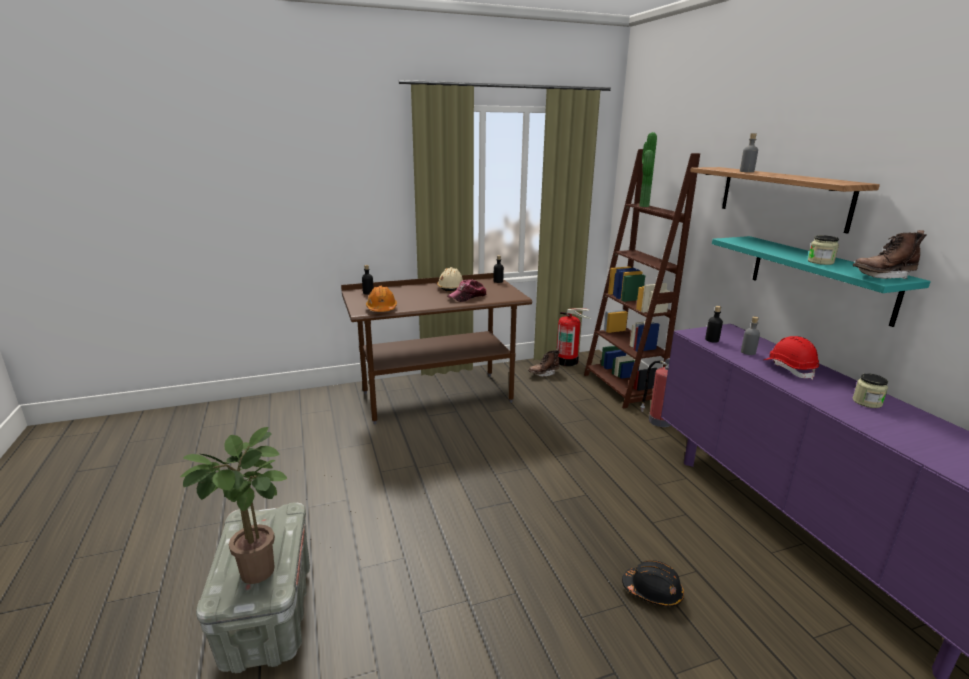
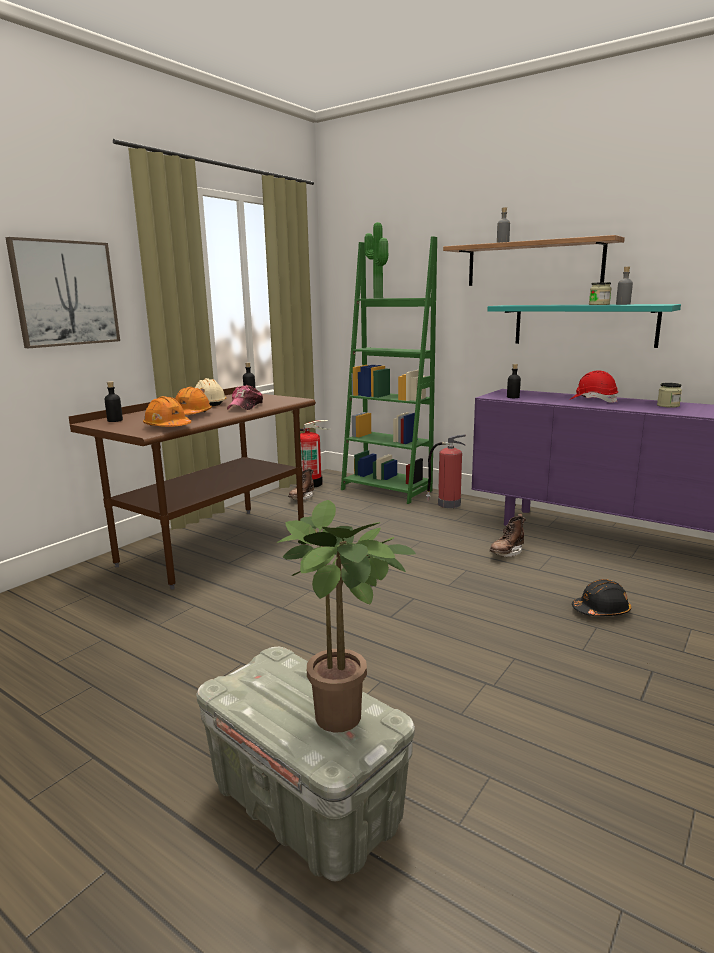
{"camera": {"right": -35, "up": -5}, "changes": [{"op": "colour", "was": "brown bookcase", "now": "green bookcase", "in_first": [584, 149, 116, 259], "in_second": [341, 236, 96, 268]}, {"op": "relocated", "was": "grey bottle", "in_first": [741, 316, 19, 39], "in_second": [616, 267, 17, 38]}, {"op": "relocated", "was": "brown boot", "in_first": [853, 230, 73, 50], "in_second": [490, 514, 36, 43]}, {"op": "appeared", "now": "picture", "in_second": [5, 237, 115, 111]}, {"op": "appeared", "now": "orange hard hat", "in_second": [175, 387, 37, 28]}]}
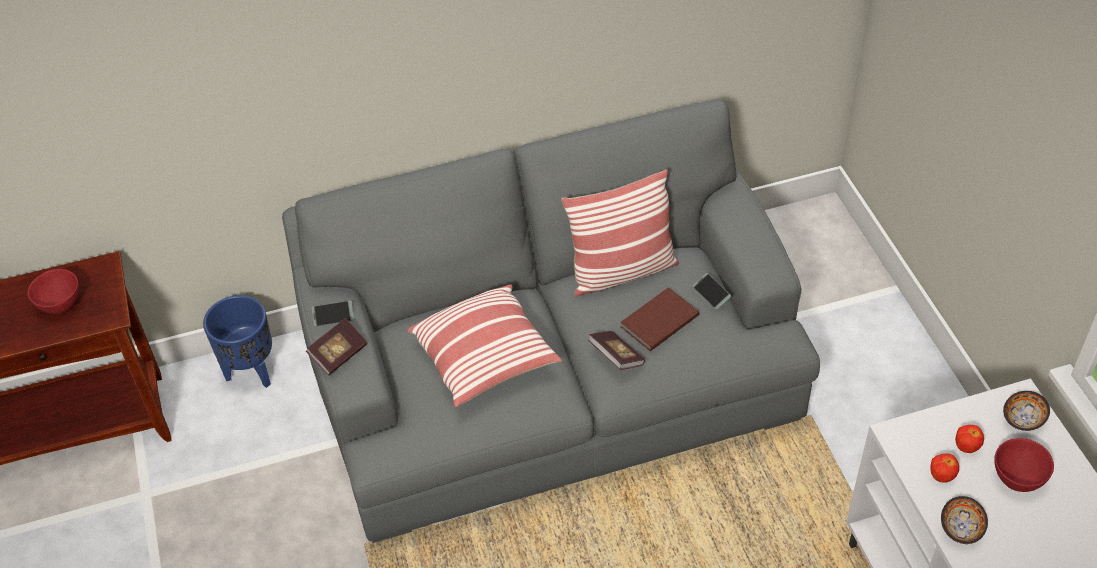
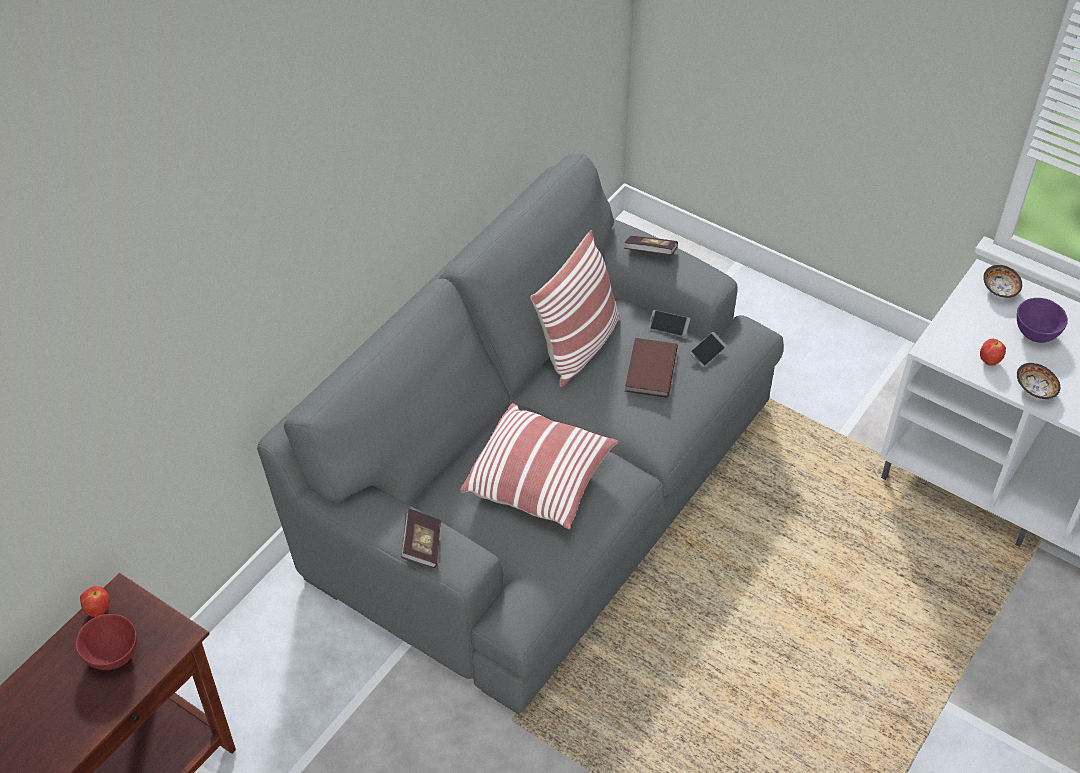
{"camera": {"right": -40, "up": 0}, "changes": [{"op": "missing", "was": "blue planter", "in_first": [203, 295, 69, 93]}, {"op": "relocated", "was": "phone", "in_first": [312, 301, 42, 26], "in_second": [689, 332, 37, 35]}, {"op": "relocated", "was": "book", "in_first": [588, 331, 57, 39], "in_second": [624, 236, 54, 19]}, {"op": "relocated", "was": "apple", "in_first": [955, 425, 29, 28], "in_second": [80, 586, 30, 31]}, {"op": "colour", "was": "red bowl", "now": "purple bowl", "in_first": [995, 438, 59, 54], "in_second": [1017, 298, 51, 45]}]}
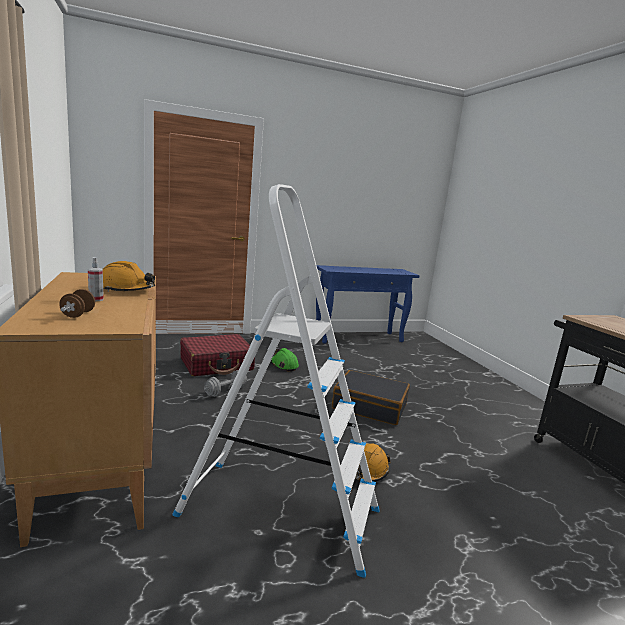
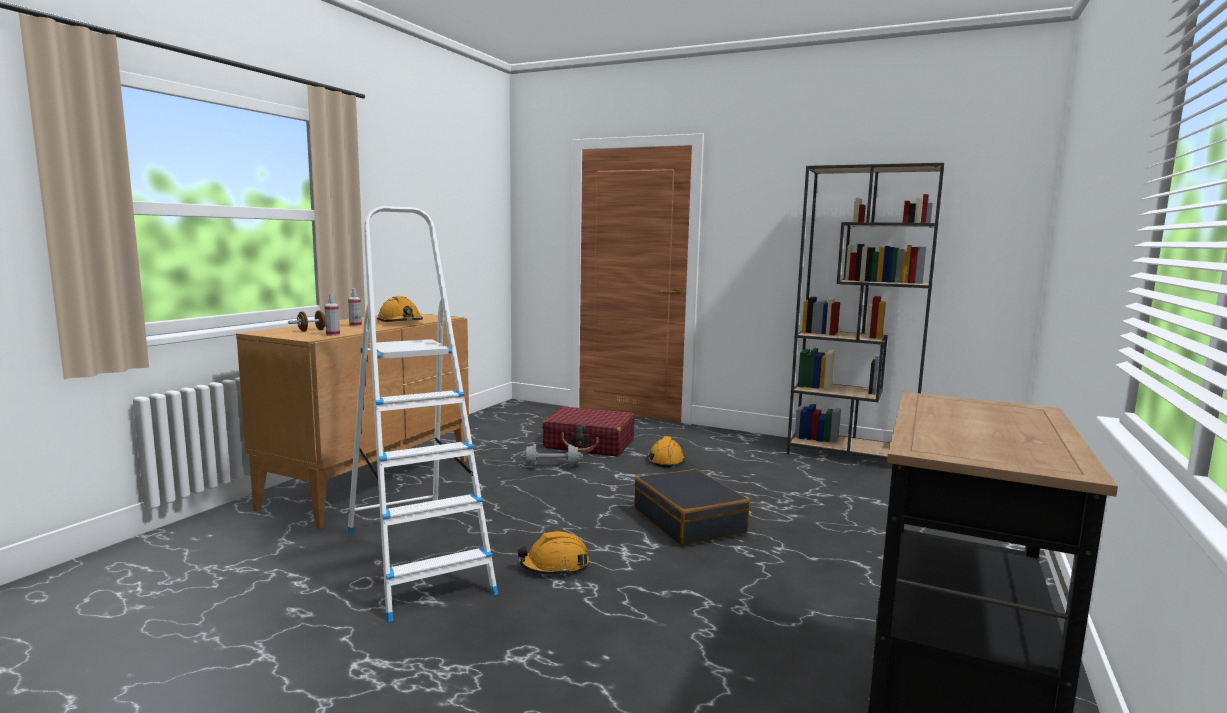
{"camera": {"right": 45, "up": -5}, "changes": [{"op": "colour", "was": "green hard hat", "now": "orange hard hat", "in_first": [271, 348, 28, 23], "in_second": [647, 436, 38, 31]}, {"op": "exchanged", "was": "blue console table", "now": "bookcase", "in_first": [316, 265, 104, 79], "in_second": [787, 163, 157, 297]}, {"op": "appeared", "now": "spray bottle", "in_second": [324, 294, 16, 42]}]}
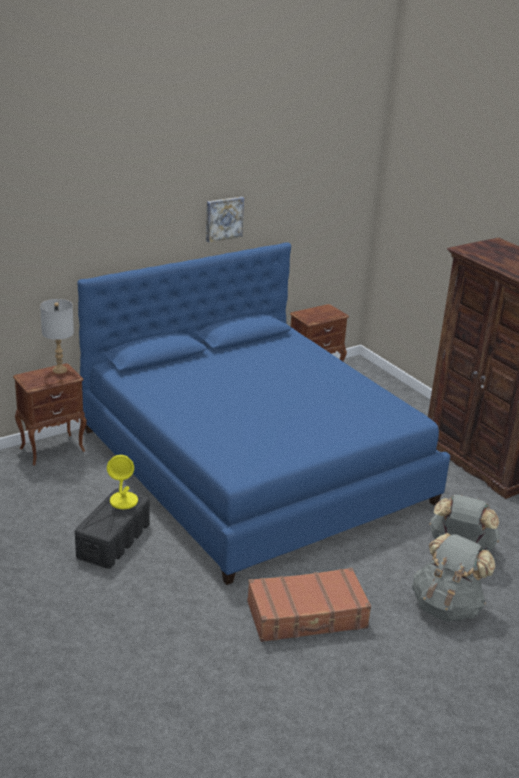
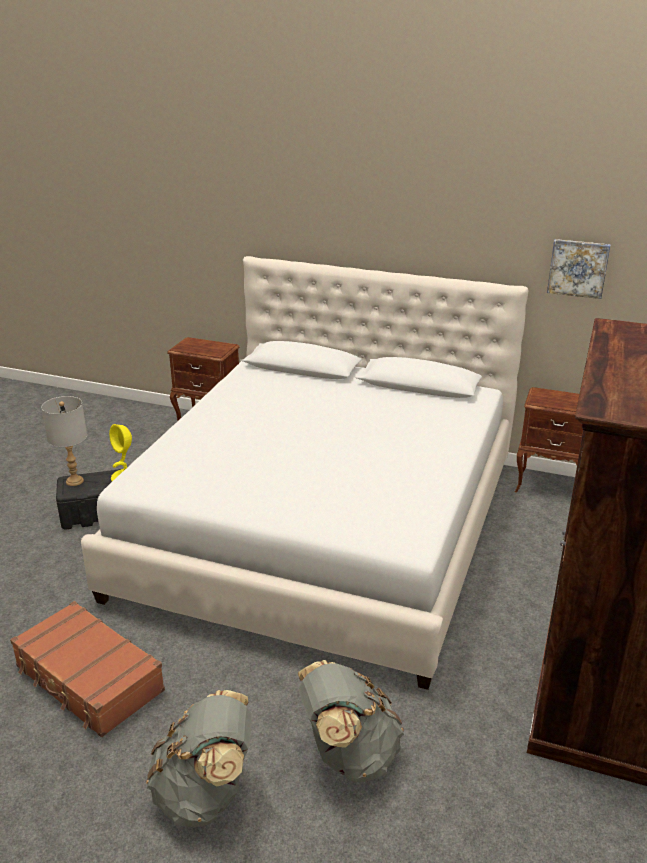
{"camera": {"right": 55, "up": 0}, "changes": [{"op": "relocated", "was": "grey table lamp", "in_first": [40, 299, 34, 74], "in_second": [41, 396, 46, 90]}, {"op": "colour", "was": "blue bed", "now": "white bed", "in_first": [77, 242, 373, 343], "in_second": [81, 256, 447, 434]}, {"op": "relocated", "was": "picture", "in_first": [206, 196, 38, 47], "in_second": [547, 239, 64, 60]}]}
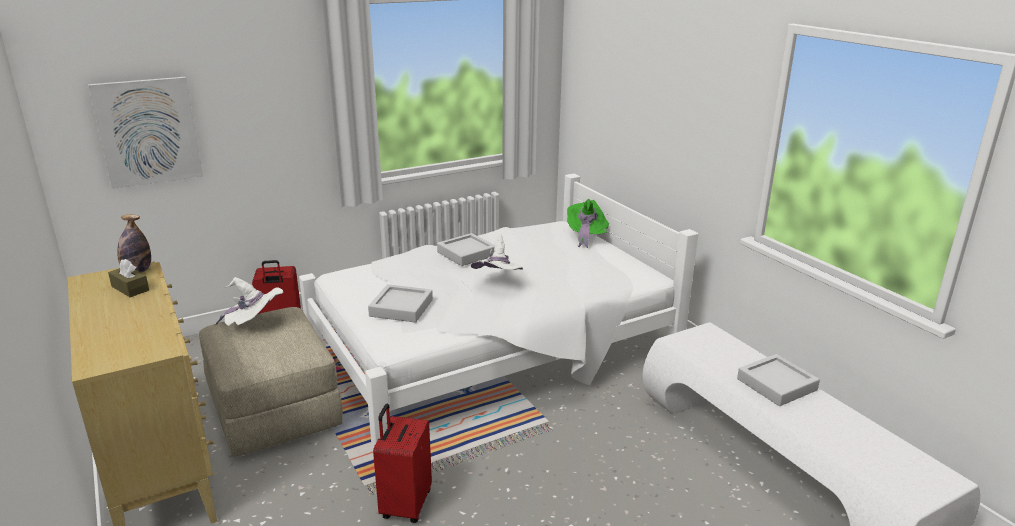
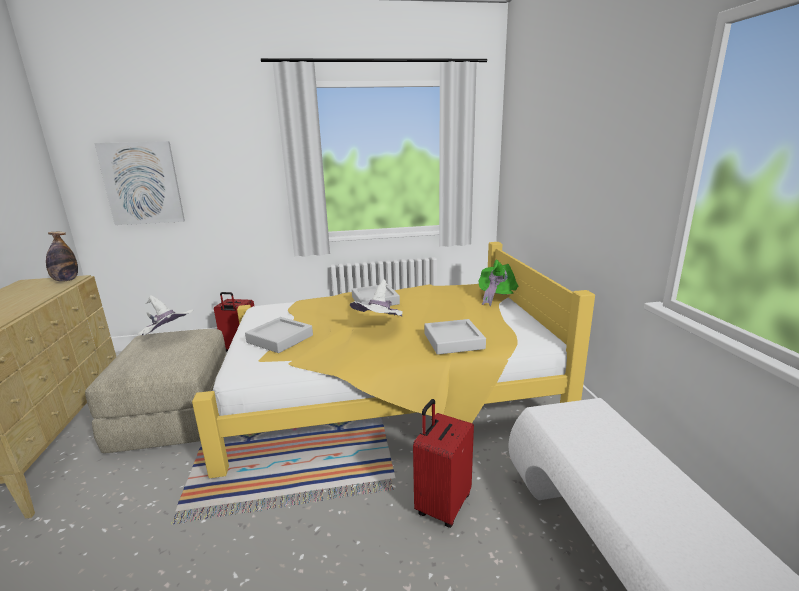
{"camera": {"right": 20, "up": -5}, "changes": [{"op": "missing", "was": "brown tissue box", "in_first": [108, 259, 41, 38]}, {"op": "colour", "was": "white bed", "now": "yellow bed", "in_first": [299, 174, 399, 275], "in_second": [192, 242, 403, 236]}, {"op": "relocated", "was": "red suitcase", "in_first": [373, 404, 59, 119], "in_second": [413, 399, 61, 129]}, {"op": "relocated", "was": "grey tray", "in_first": [737, 354, 83, 52], "in_second": [424, 319, 62, 36]}]}
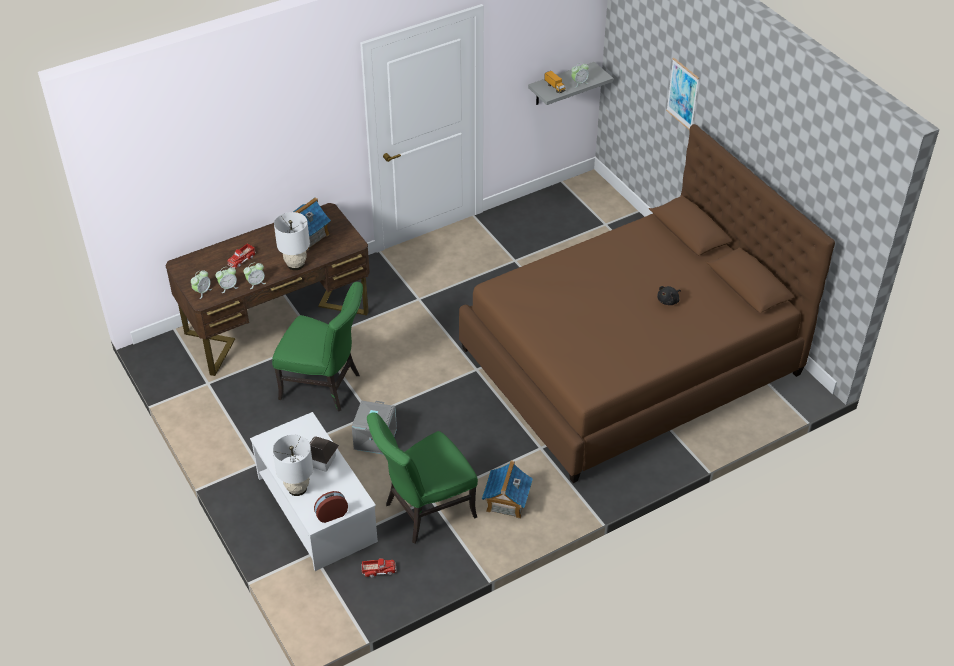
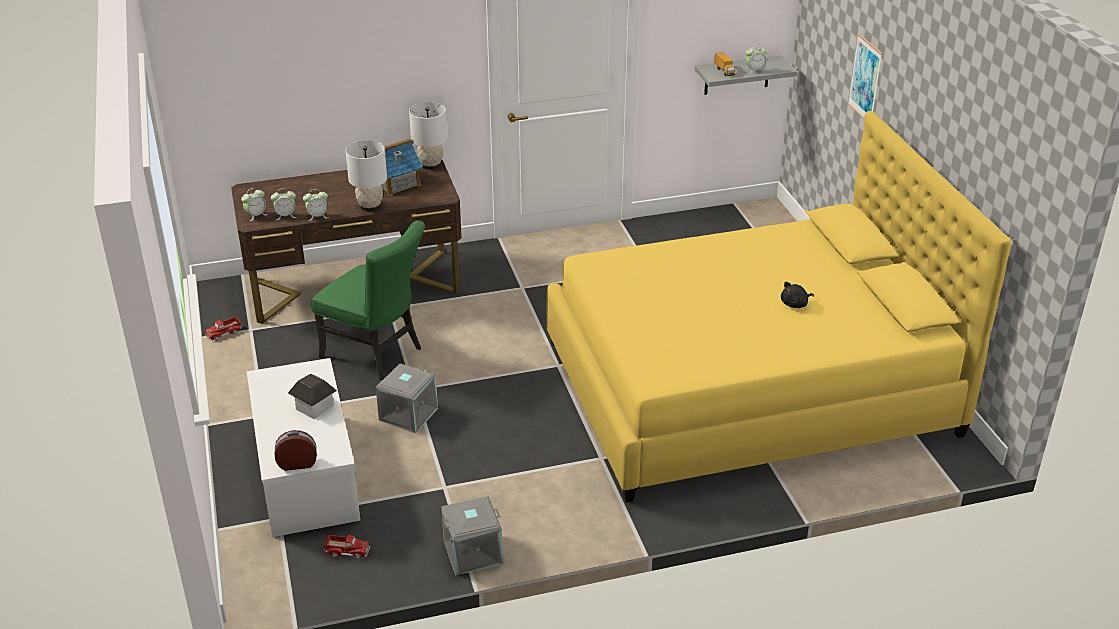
{"camera": {"right": 15, "up": -10}, "changes": [{"op": "relocated", "was": "toy truck", "in_first": [228, 244, 28, 24], "in_second": [205, 317, 37, 24]}, {"op": "relocated", "was": "white table lamp", "in_first": [273, 434, 40, 62], "in_second": [409, 102, 38, 68]}, {"op": "missing", "was": "green chair", "in_first": [367, 412, 111, 132]}, {"op": "colour", "was": "brown bed", "now": "yellow bed", "in_first": [459, 124, 376, 359], "in_second": [547, 111, 465, 392]}, {"op": "missing", "was": "toy house", "in_first": [482, 460, 51, 59]}, {"op": "appeared", "now": "grey storage box", "in_second": [441, 496, 62, 79]}]}
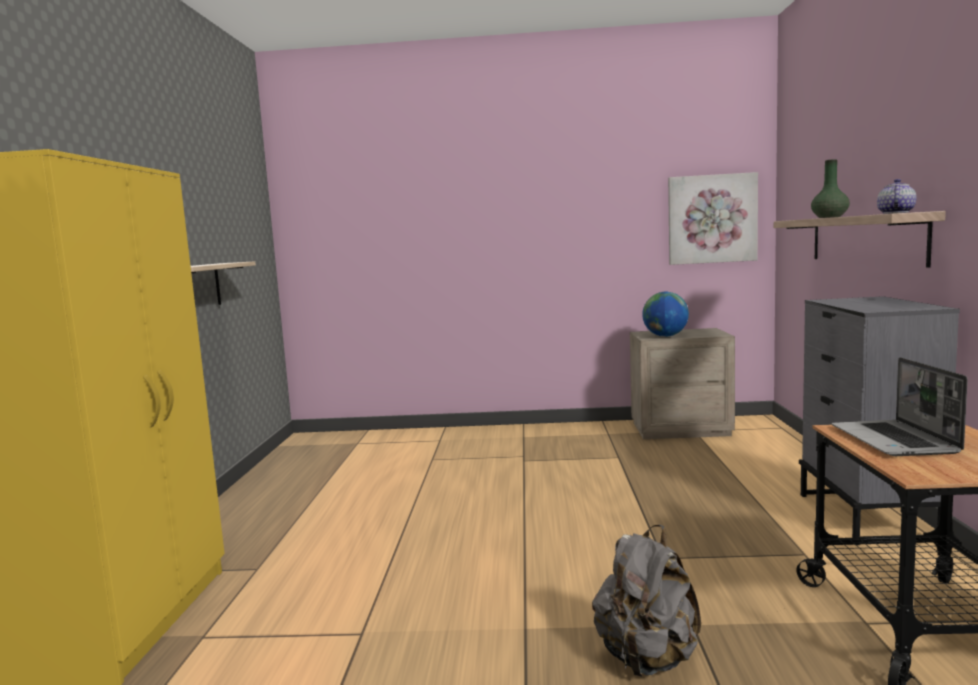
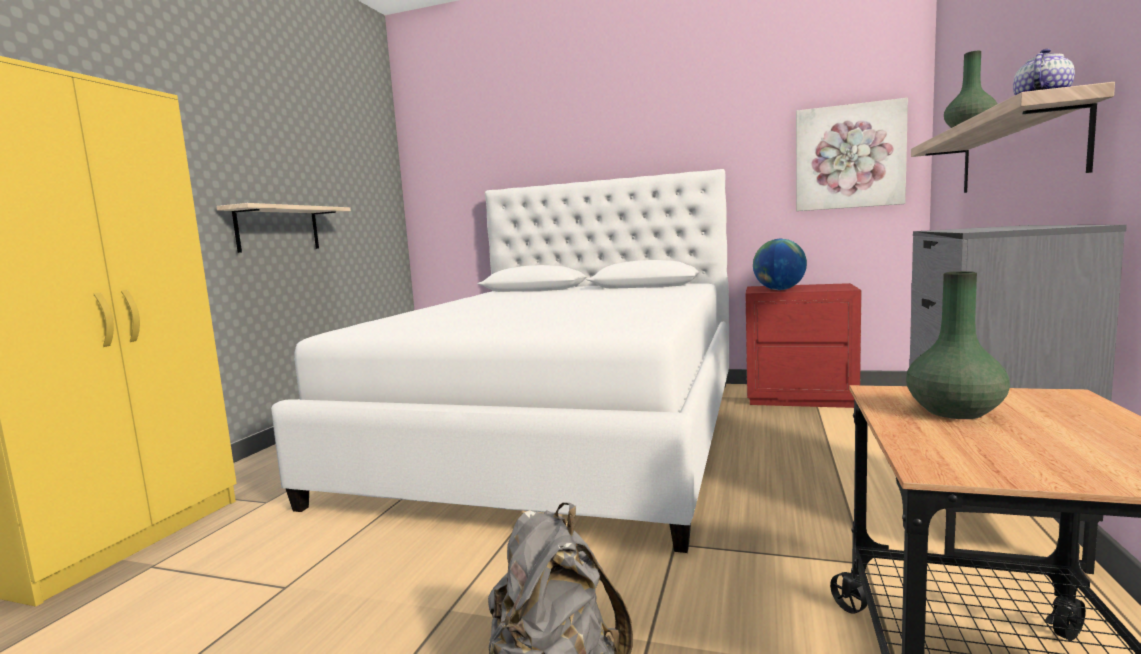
{"camera": {"right": 15, "up": 0}, "changes": [{"op": "colour", "was": "beige nightstand", "now": "red nightstand", "in_first": [630, 328, 105, 111], "in_second": [745, 283, 116, 125]}, {"op": "exchanged", "was": "laptop", "now": "green vase", "in_first": [831, 357, 137, 99], "in_second": [906, 271, 104, 148]}, {"op": "appeared", "now": "white bed", "in_second": [271, 169, 458, 384]}]}
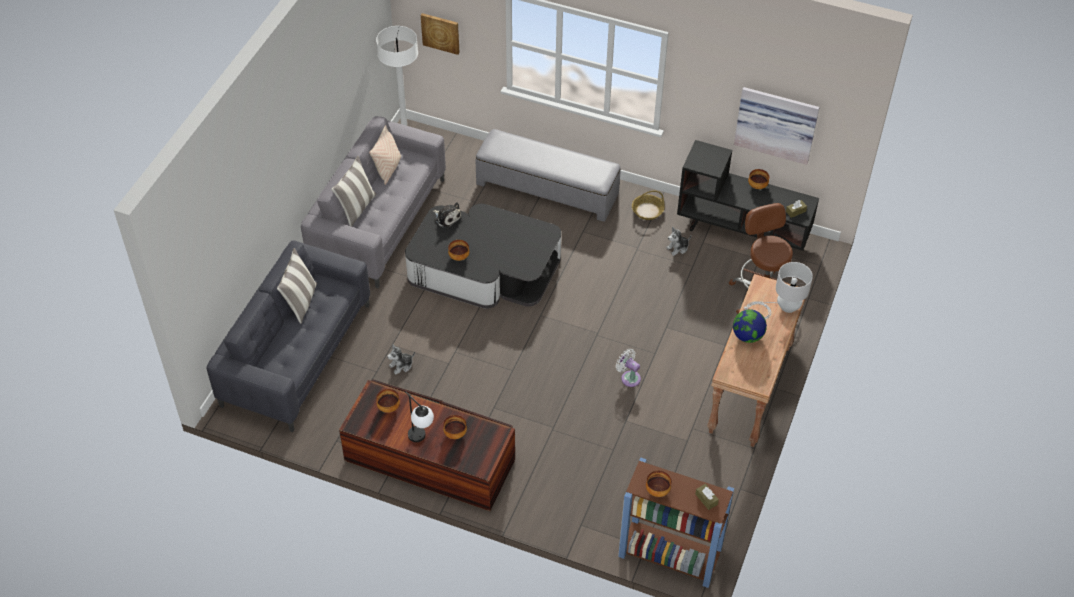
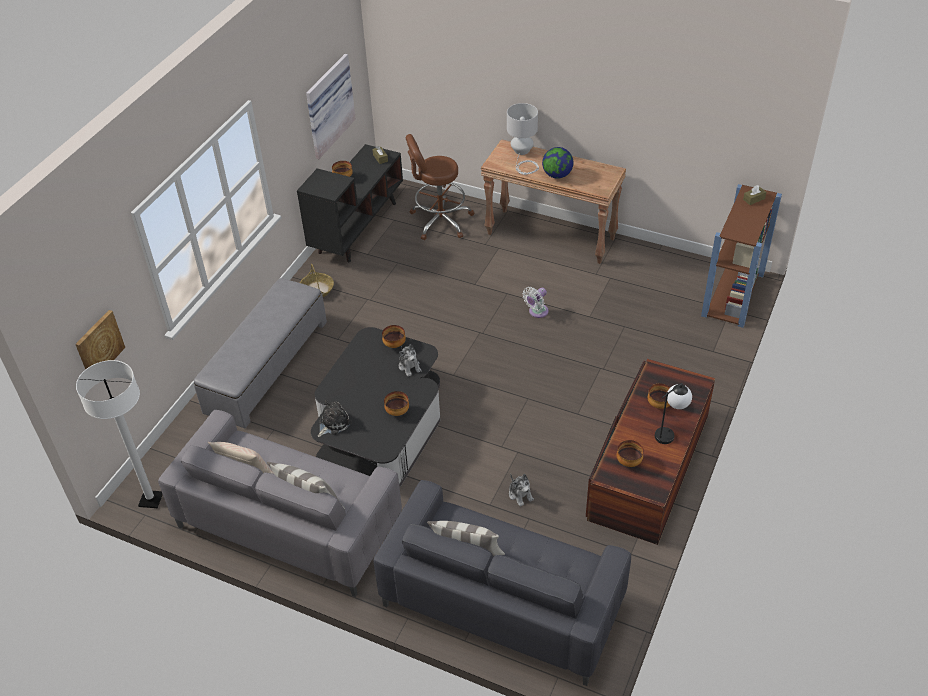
{"camera": {"right": -85, "up": -5}, "changes": [{"op": "relocated", "was": "bowl", "in_first": [646, 471, 25, 26], "in_second": [382, 325, 24, 23]}, {"op": "relocated", "was": "plush toy", "in_first": [666, 227, 25, 29], "in_second": [399, 344, 23, 33]}]}
